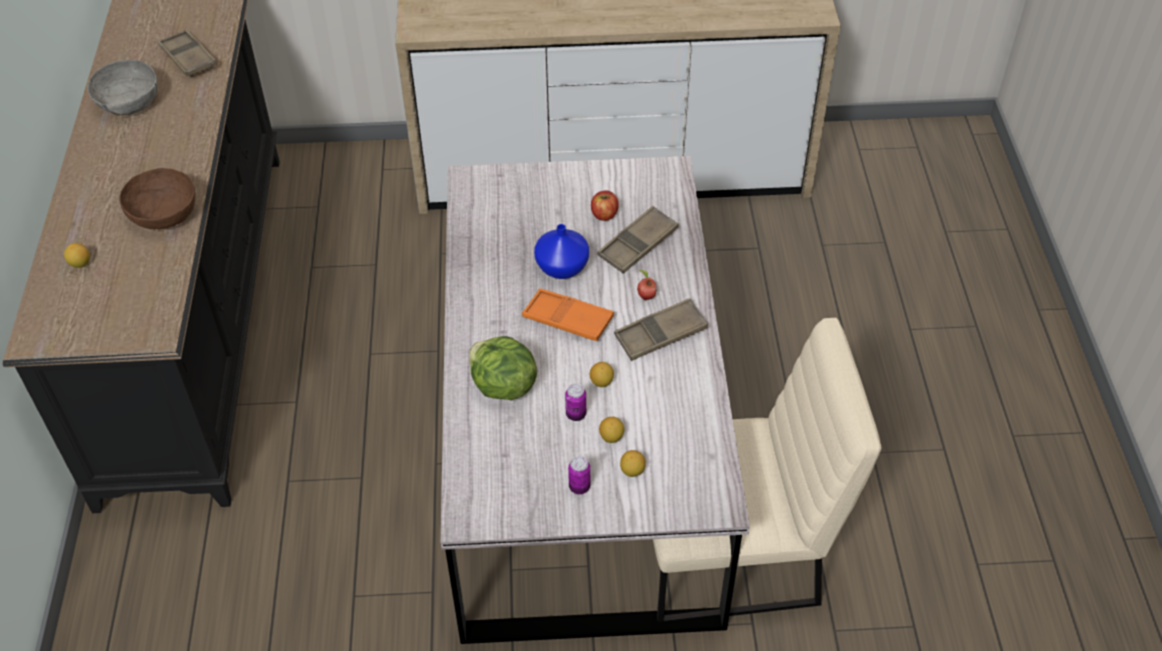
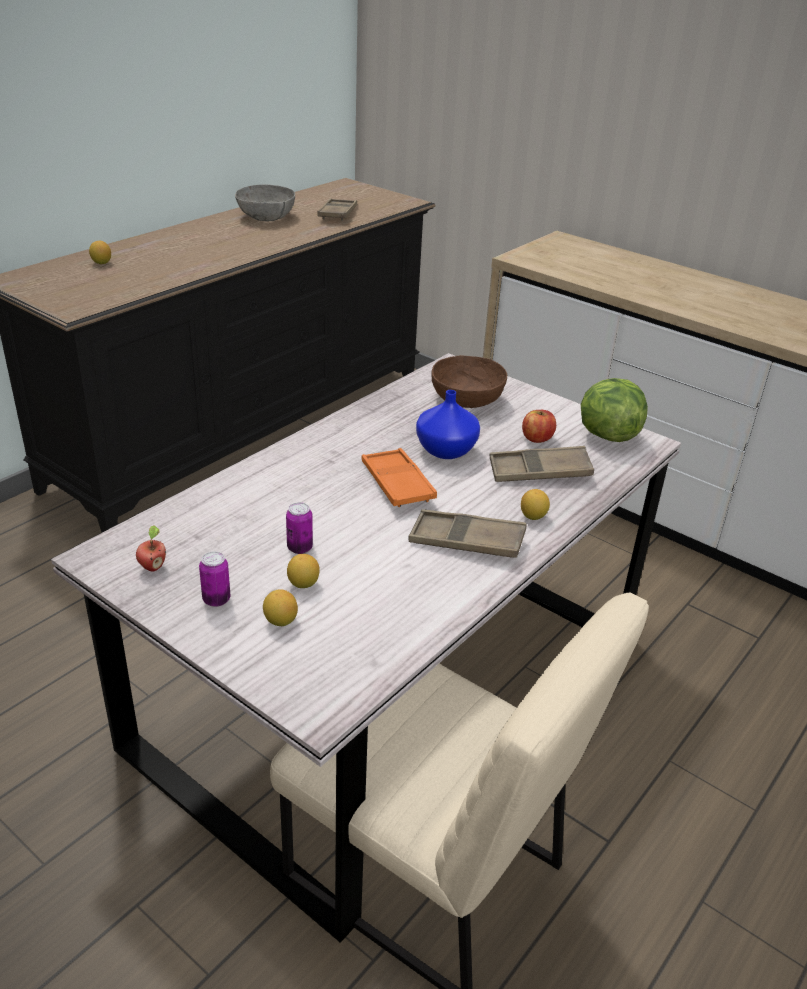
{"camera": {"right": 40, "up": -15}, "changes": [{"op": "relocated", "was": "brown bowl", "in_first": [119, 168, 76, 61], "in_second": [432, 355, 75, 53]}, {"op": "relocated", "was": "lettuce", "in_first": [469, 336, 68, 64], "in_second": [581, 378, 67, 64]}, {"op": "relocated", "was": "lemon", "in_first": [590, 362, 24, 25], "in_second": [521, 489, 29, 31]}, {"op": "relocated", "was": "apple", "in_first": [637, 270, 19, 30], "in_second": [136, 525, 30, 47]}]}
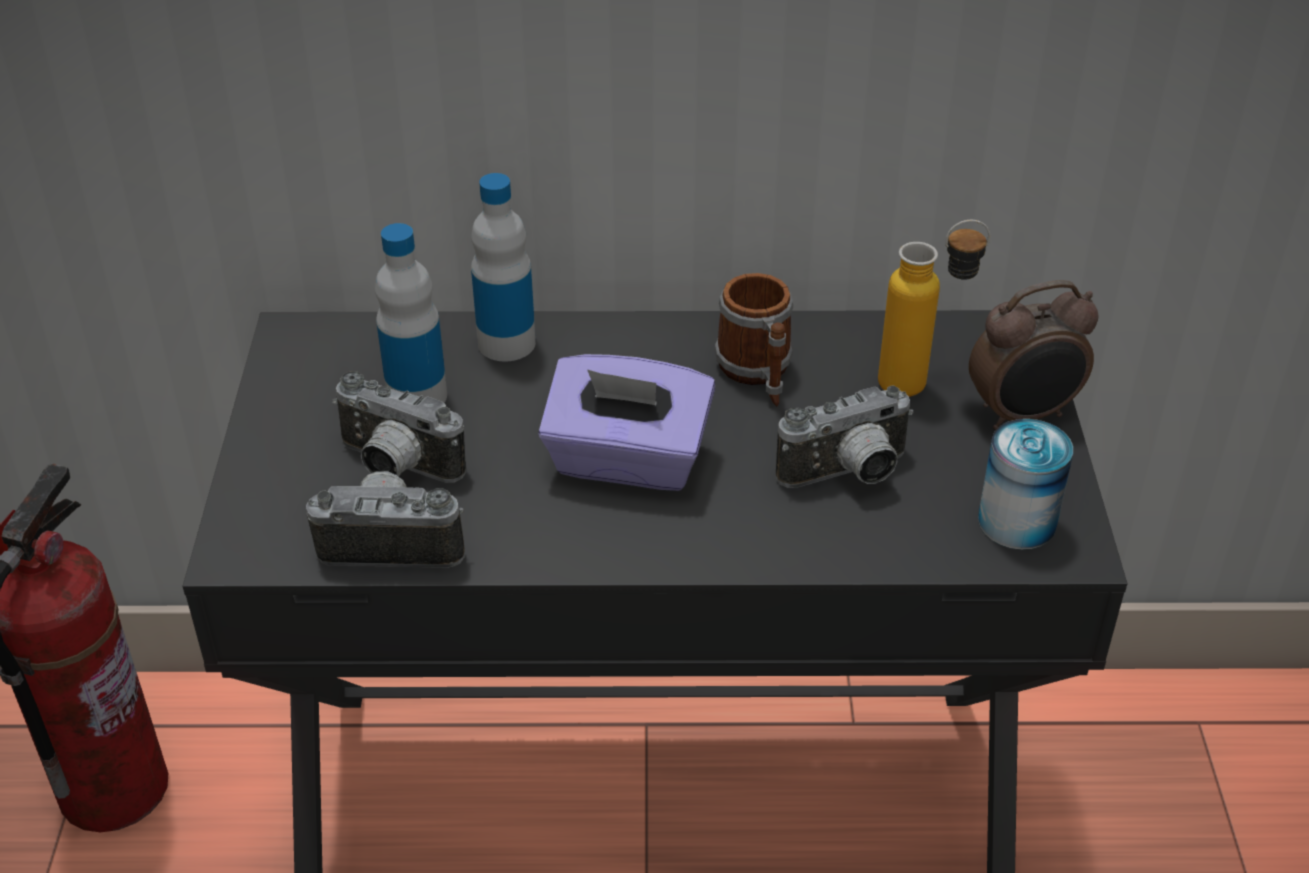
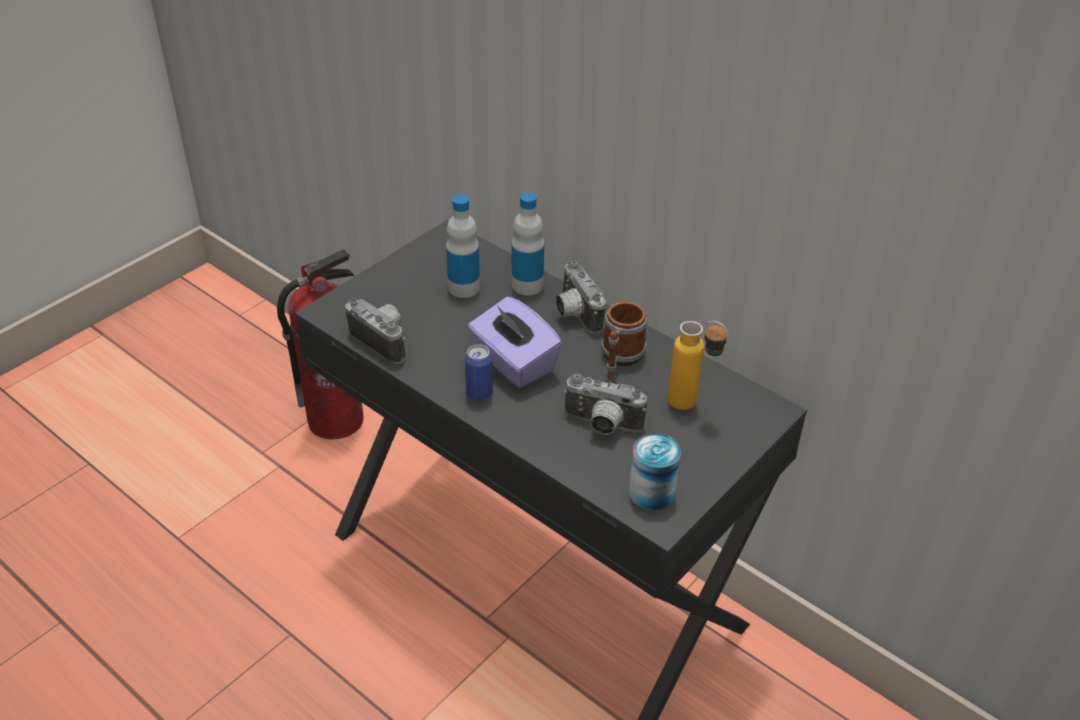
{"camera": {"right": 40, "up": 0}, "changes": [{"op": "relocated", "was": "photo camera", "in_first": [332, 371, 134, 112], "in_second": [555, 259, 51, 75]}, {"op": "missing", "was": "alarm clock", "in_first": [969, 280, 129, 150]}, {"op": "appeared", "now": "can", "in_second": [465, 344, 28, 57]}]}
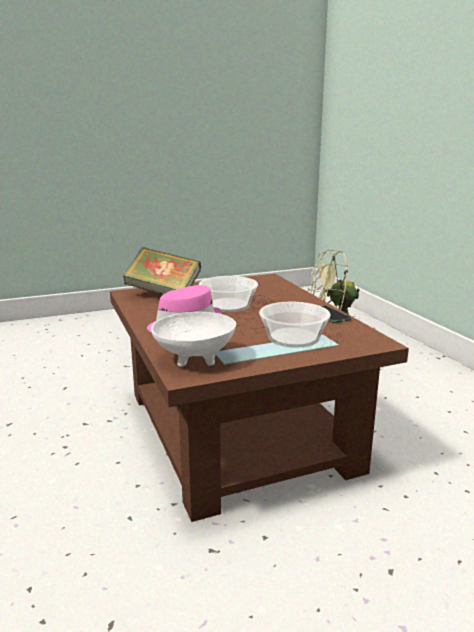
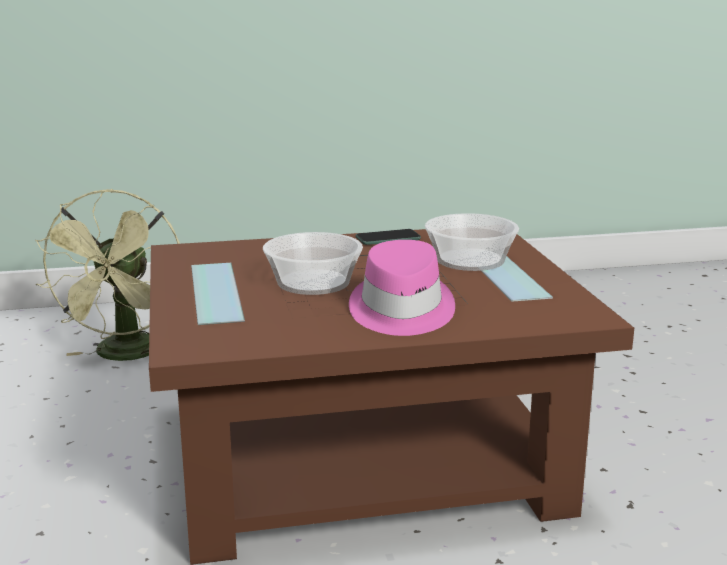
{"camera": {"right": -80, "up": 0}, "changes": [{"op": "missing", "was": "book", "in_first": [123, 247, 78, 48]}, {"op": "missing", "was": "white bowl", "in_first": [151, 312, 85, 55]}]}
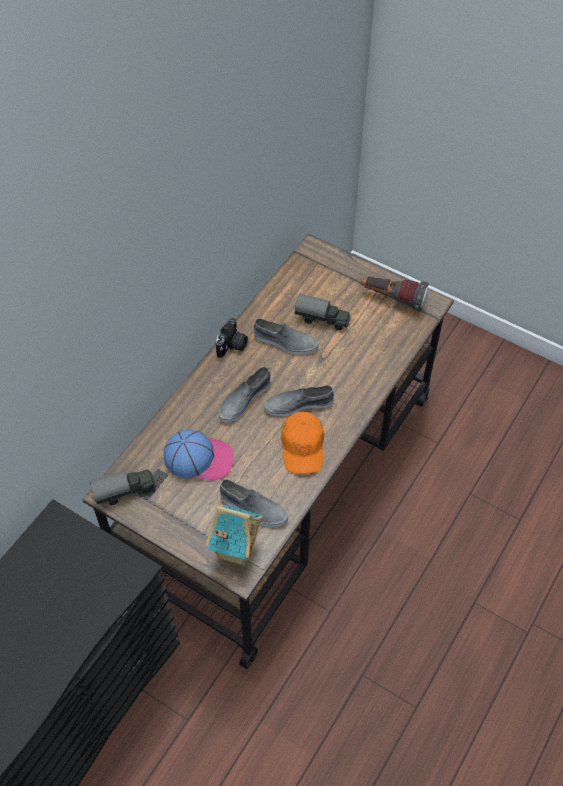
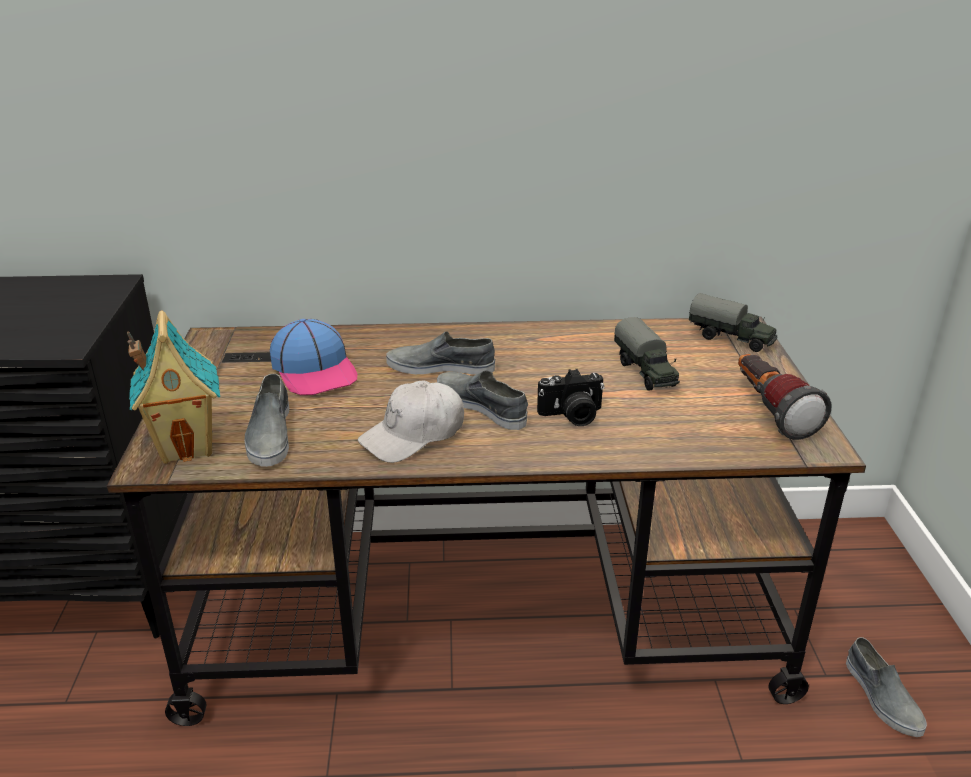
{"camera": {"right": 55, "up": -25}, "changes": [{"op": "relocated", "was": "toy truck", "in_first": [90, 470, 65, 35], "in_second": [689, 293, 88, 59]}, {"op": "relocated", "was": "photo camera", "in_first": [216, 318, 32, 40], "in_second": [537, 369, 68, 57]}, {"op": "relocated", "was": "grey shoe", "in_first": [254, 318, 64, 37], "in_second": [846, 637, 81, 100]}, {"op": "colour", "was": "orange cap", "now": "white cap", "in_first": [281, 412, 43, 62], "in_second": [358, 380, 106, 83]}]}
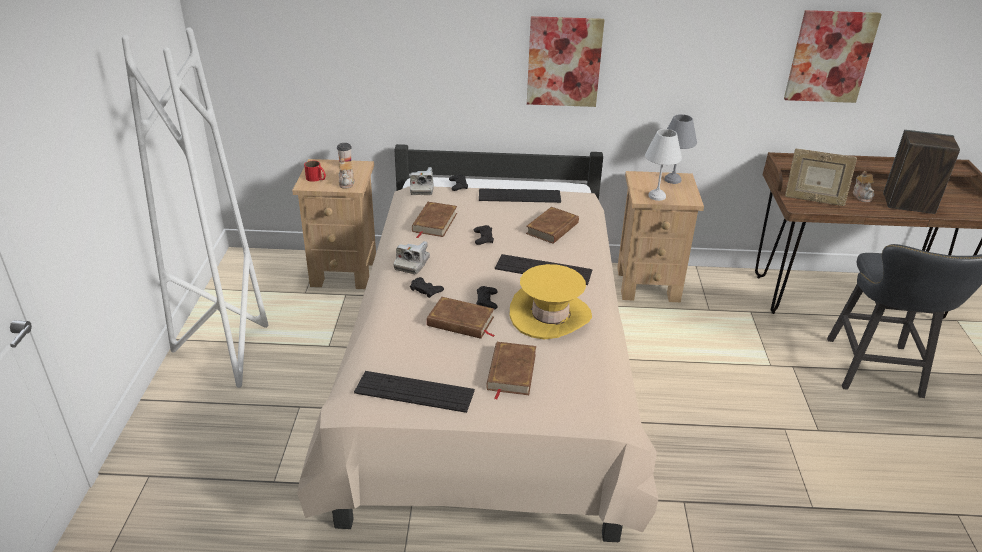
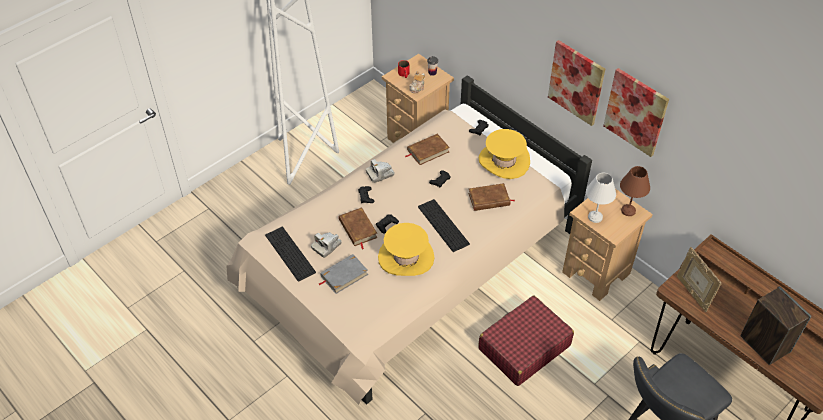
{"camera": {"right": 45, "up": 15}, "changes": [{"op": "relocated", "was": "photo camera", "in_first": [410, 167, 23, 28], "in_second": [311, 232, 31, 26]}, {"op": "exchanged", "was": "keyboard", "now": "yellow hat", "in_first": [479, 188, 82, 15], "in_second": [479, 129, 51, 50]}, {"op": "colour", "was": "brown book", "now": "grey book", "in_first": [486, 342, 50, 58], "in_second": [319, 254, 49, 40]}, {"op": "colour", "was": "grey table lamp", "now": "brown table lamp", "in_first": [664, 114, 33, 70], "in_second": [620, 166, 30, 50]}, {"op": "relocated", "was": "picture", "in_first": [784, 10, 98, 93], "in_second": [603, 68, 66, 89]}, {"op": "missing", "was": "teapot", "in_first": [853, 171, 21, 31]}, {"op": "appeared", "now": "red suitcase", "in_second": [478, 296, 96, 90]}]}
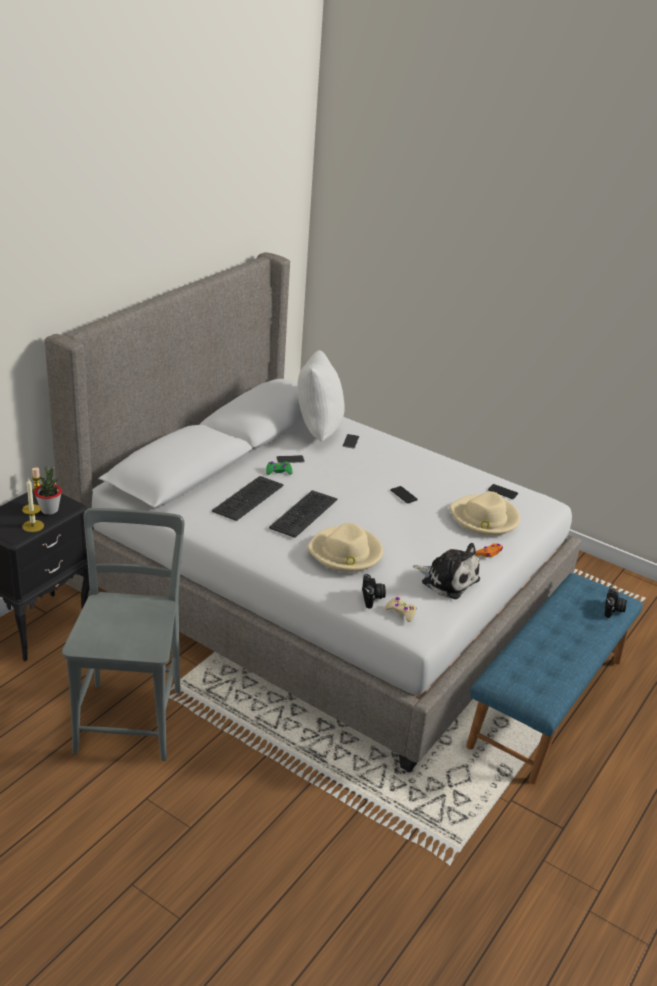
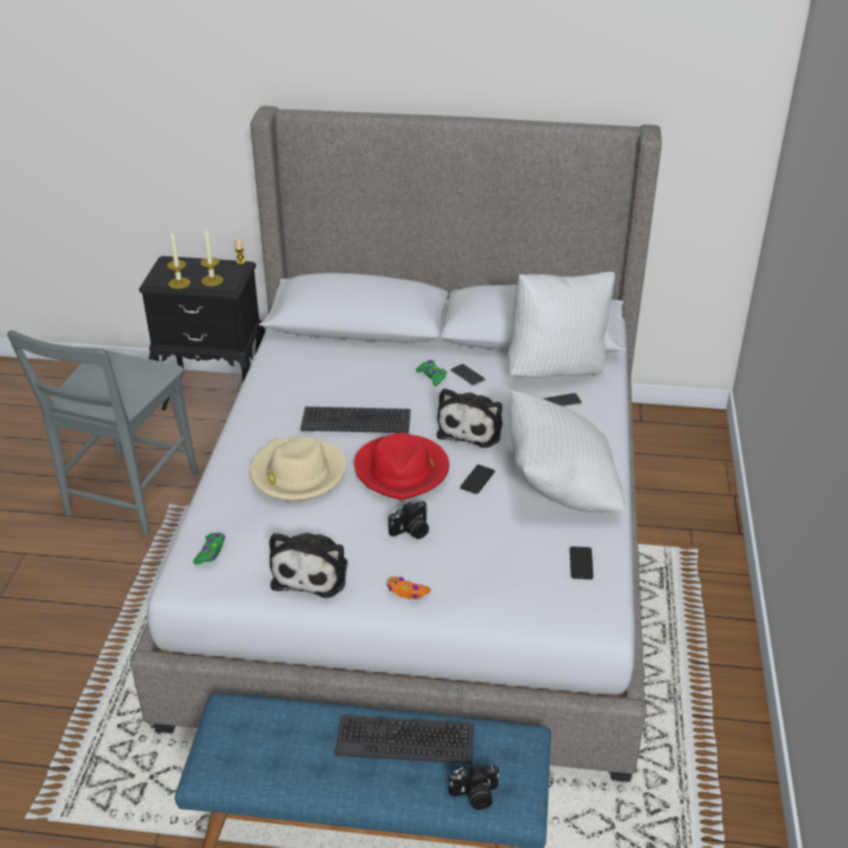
{"camera": {"right": 65, "up": 5}, "changes": [{"op": "exchanged", "was": "potted plant", "now": "candle", "in_first": [34, 467, 28, 48], "in_second": [201, 229, 22, 57]}, {"op": "spun", "was": "grey chair", "in_first": [62, 508, 123, 253], "in_second": [7, 330, 192, 206], "clockwise": 135}, {"op": "relocated", "was": "keyboard", "in_first": [212, 476, 72, 45], "in_second": [335, 715, 139, 49]}, {"op": "relocated", "was": "photo camera", "in_first": [362, 574, 24, 34], "in_second": [388, 501, 41, 38]}, {"op": "colour", "was": "beige game controller", "now": "green game controller", "in_first": [385, 597, 32, 25], "in_second": [193, 533, 32, 31]}, {"op": "missing", "was": "beige hat", "in_first": [449, 491, 71, 45]}, {"op": "appeared", "now": "red hat", "in_second": [354, 433, 95, 67]}, {"op": "appeared", "now": "plush toy", "in_second": [437, 388, 66, 60]}, {"op": "appeared", "now": "white pillow", "in_second": [509, 389, 116, 124]}]}
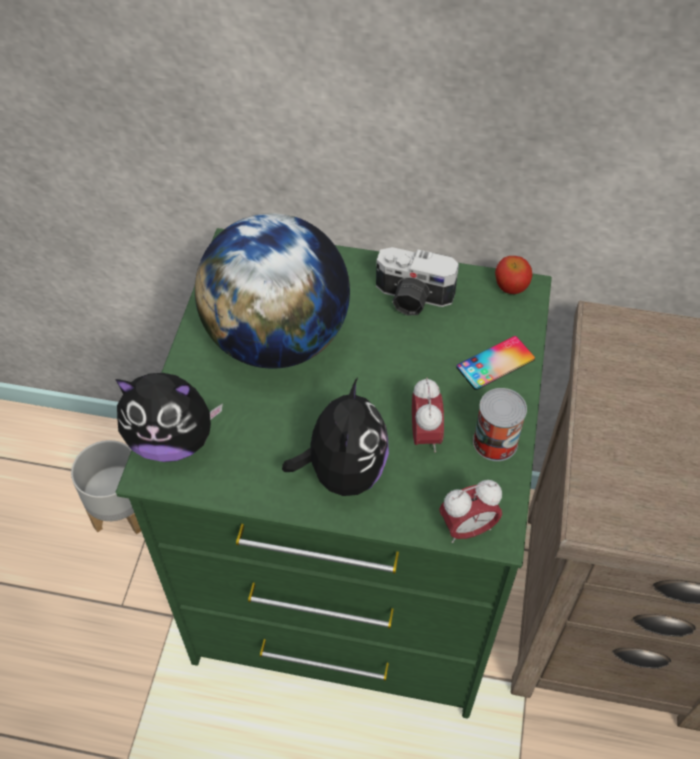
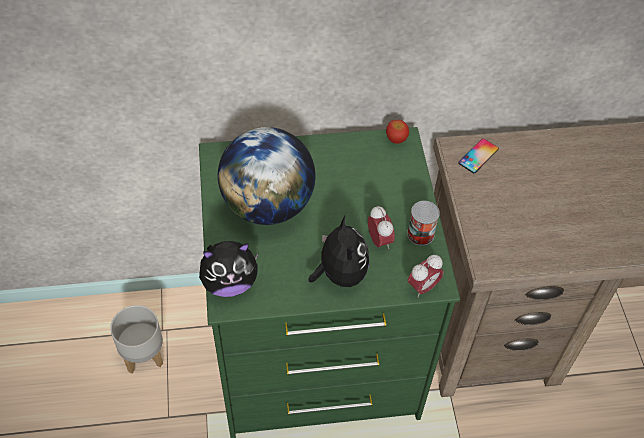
{"camera": {"right": -20, "up": 0}, "changes": [{"op": "missing", "was": "photo camera", "in_first": [376, 247, 83, 69]}, {"op": "relocated", "was": "phone", "in_first": [456, 336, 79, 54], "in_second": [458, 138, 41, 35]}]}
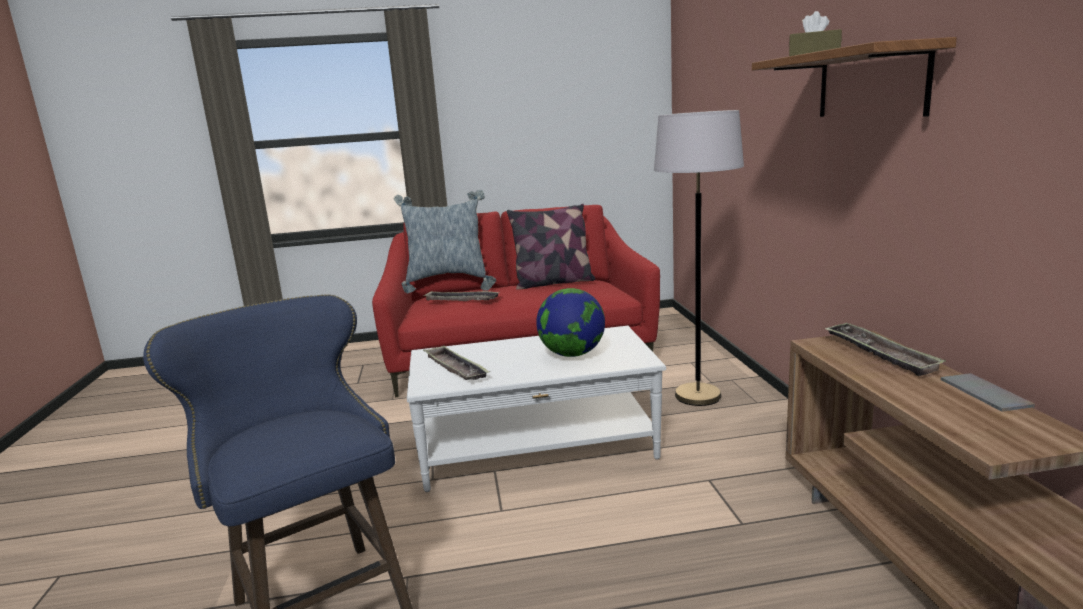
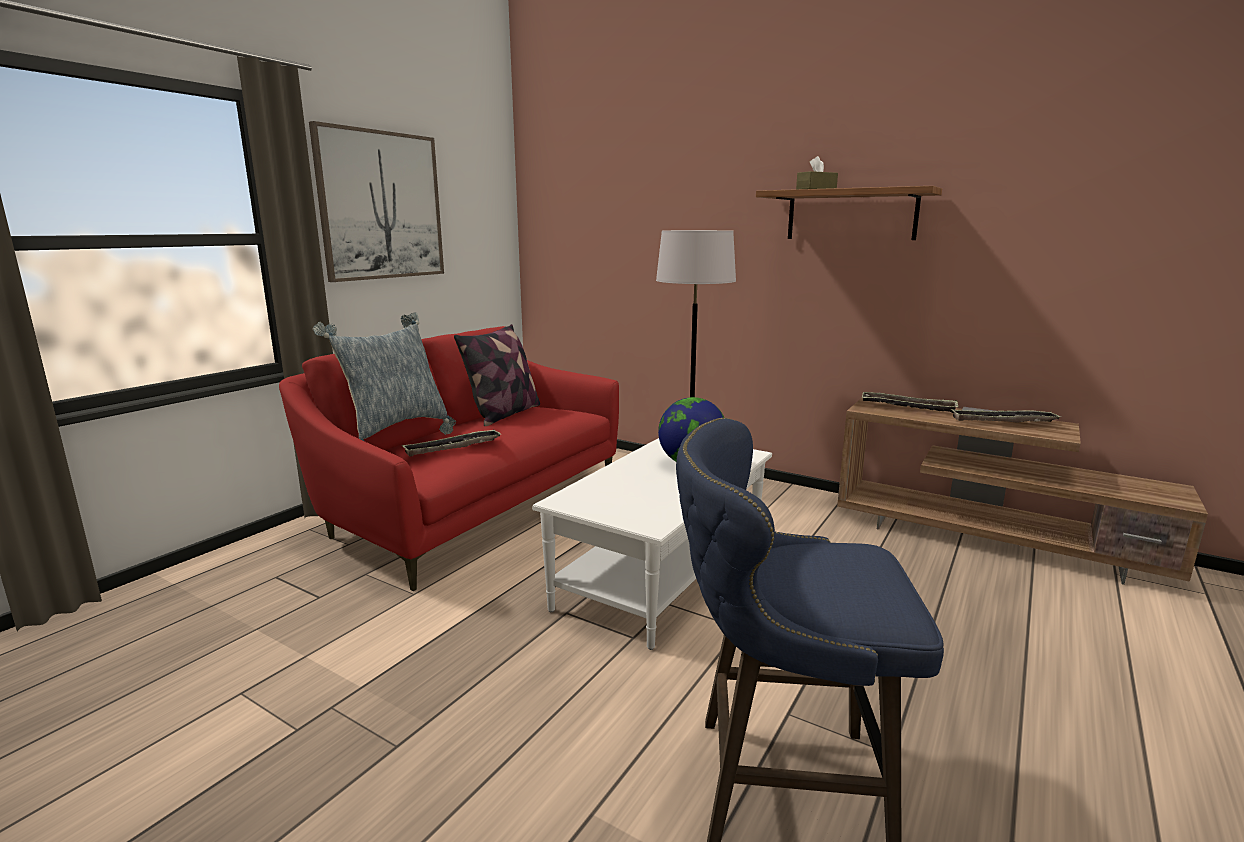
{"camera": {"right": -50, "up": 0}, "changes": [{"op": "relocated", "was": "tray", "in_first": [423, 346, 66, 34], "in_second": [952, 410, 109, 12]}, {"op": "appeared", "now": "picture", "in_second": [309, 121, 135, 161]}]}
